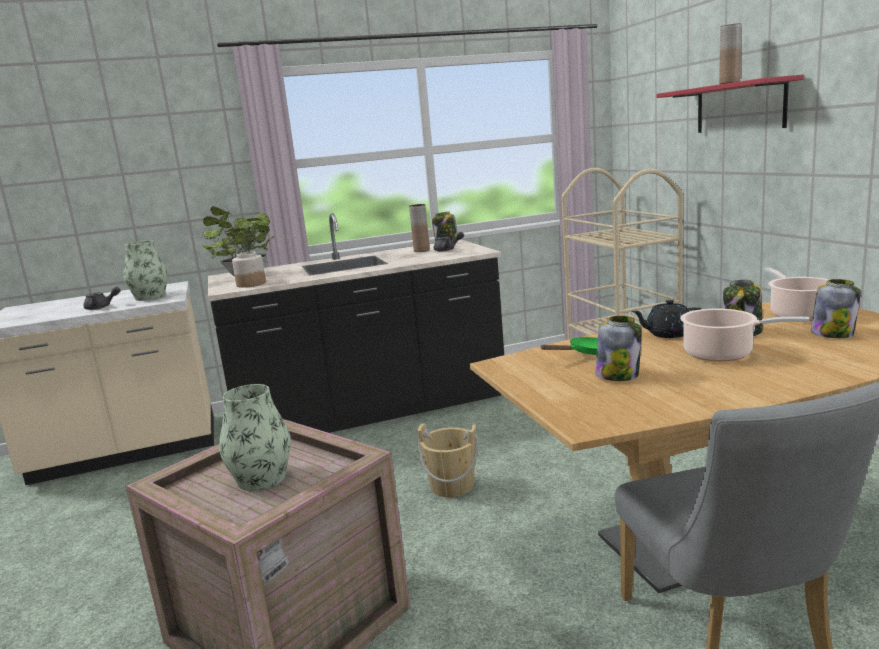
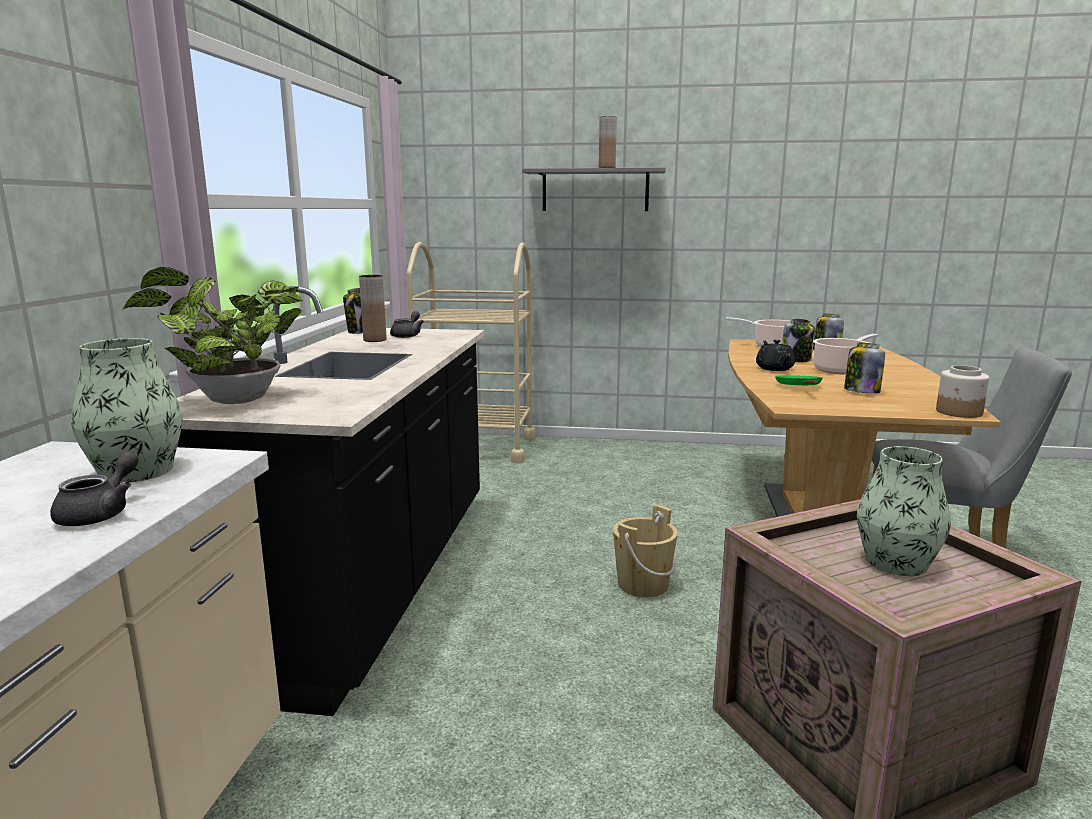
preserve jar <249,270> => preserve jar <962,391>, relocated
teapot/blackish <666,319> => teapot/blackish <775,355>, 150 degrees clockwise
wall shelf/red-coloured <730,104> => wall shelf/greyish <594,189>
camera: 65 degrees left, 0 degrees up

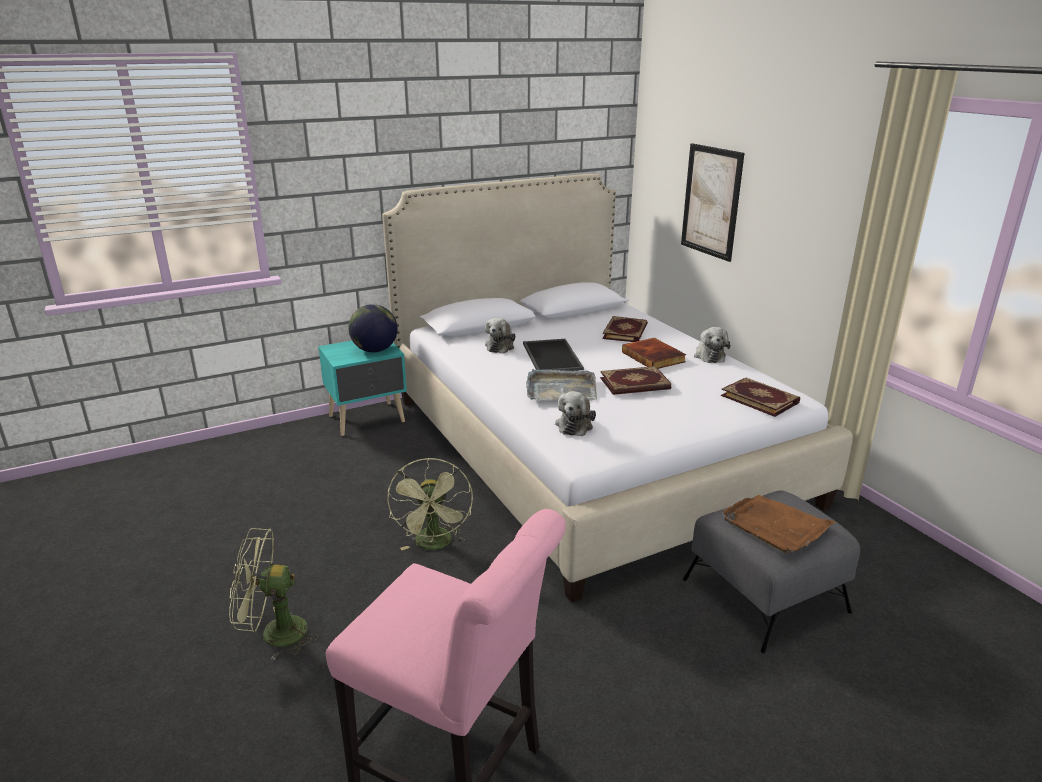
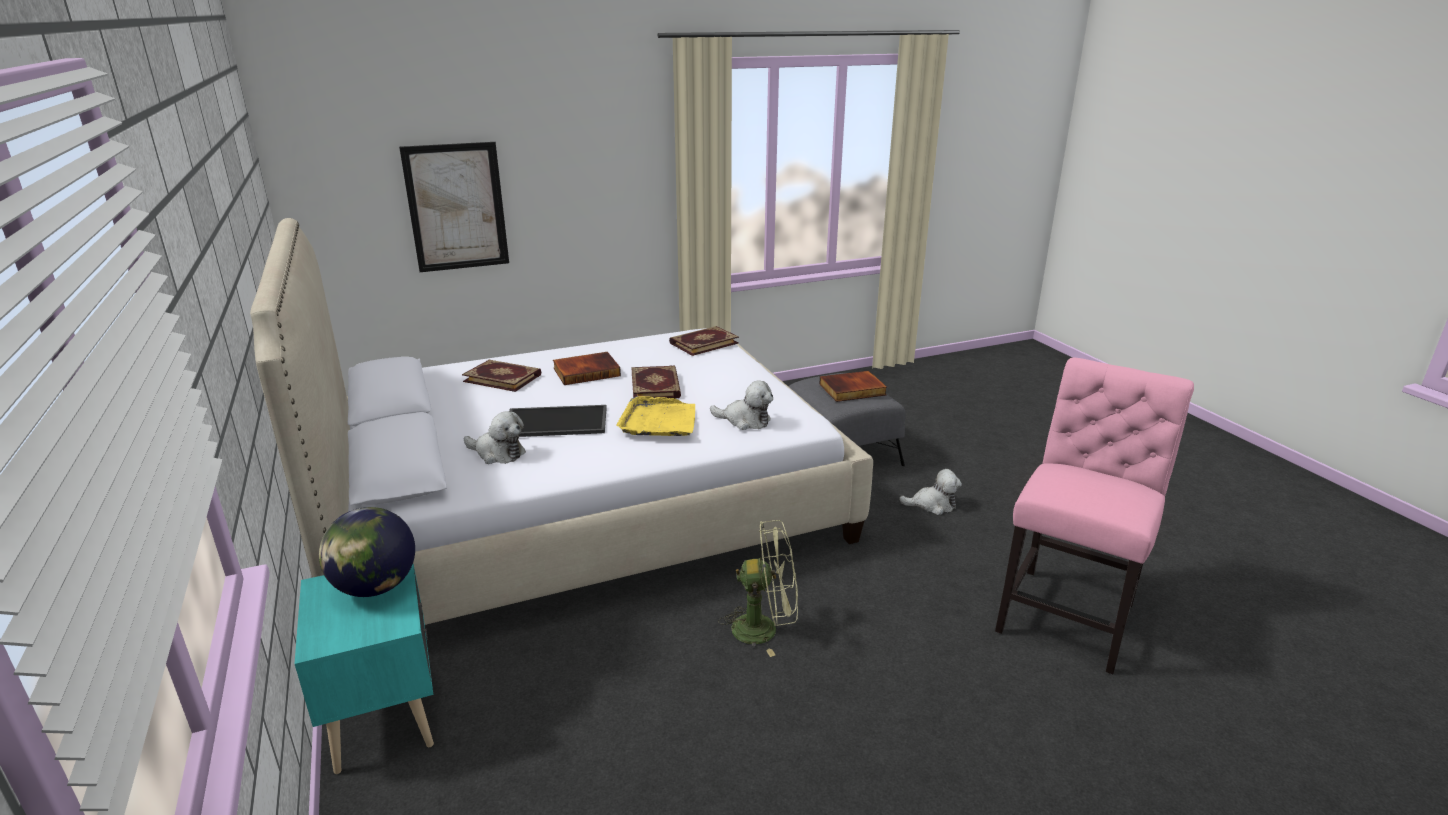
electric fan/green <274,594> => nothing
carrying tray/greyish <561,385> => carrying tray/yellow-coloured <655,416>
soft toy <712,345> => soft toy <930,492>, relocated
carrying tray/brown <778,524> => bound book <853,386>
camera: 85 degrees left, 0 degrees up

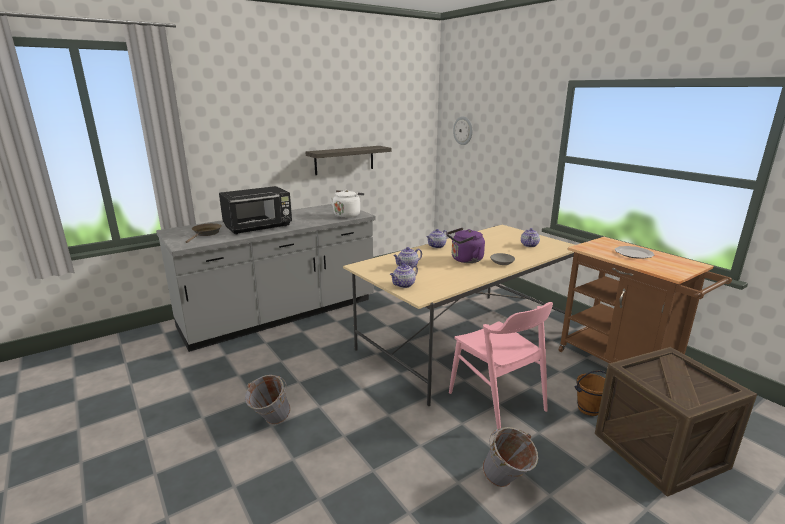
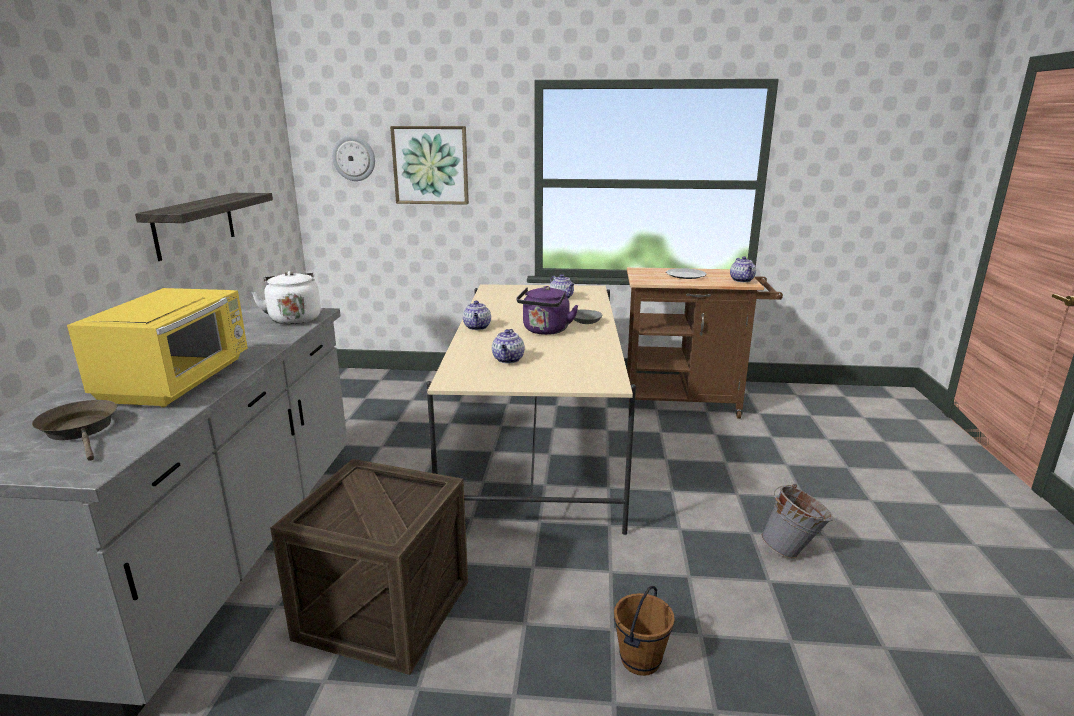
kitchen microwave/blackish <255,210> => kitchen microwave/yellow-coloured <157,347>
water bucket/greyish <268,399> => nothing
teapot <404,276> => teapot <743,269>, relocated
chair/pink <501,366> => nothing
water bucket/brown <590,393> => water bucket/brown <644,631>, relocated
shipping crate <676,422> => shipping crate <369,567>, relocated
nothing => wall picture <429,165>
camera: 50 degrees left, 0 degrees up

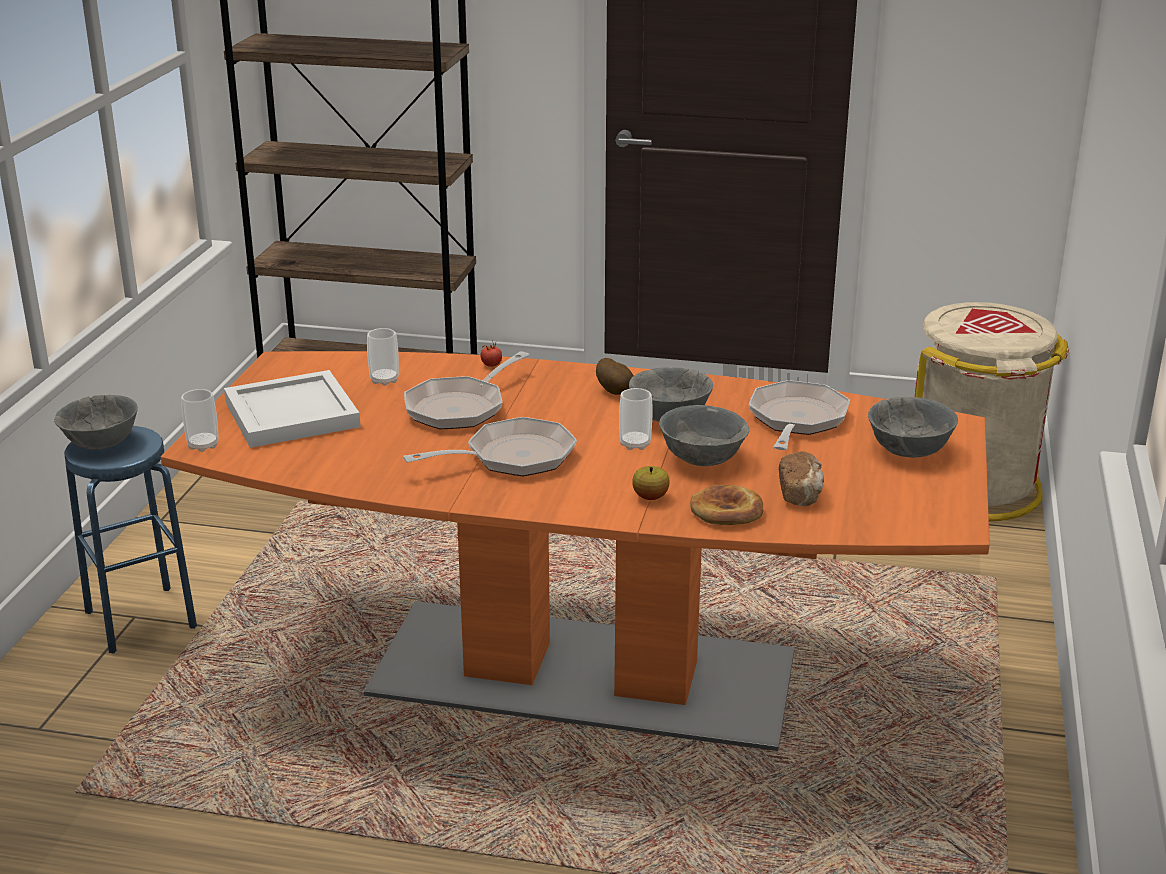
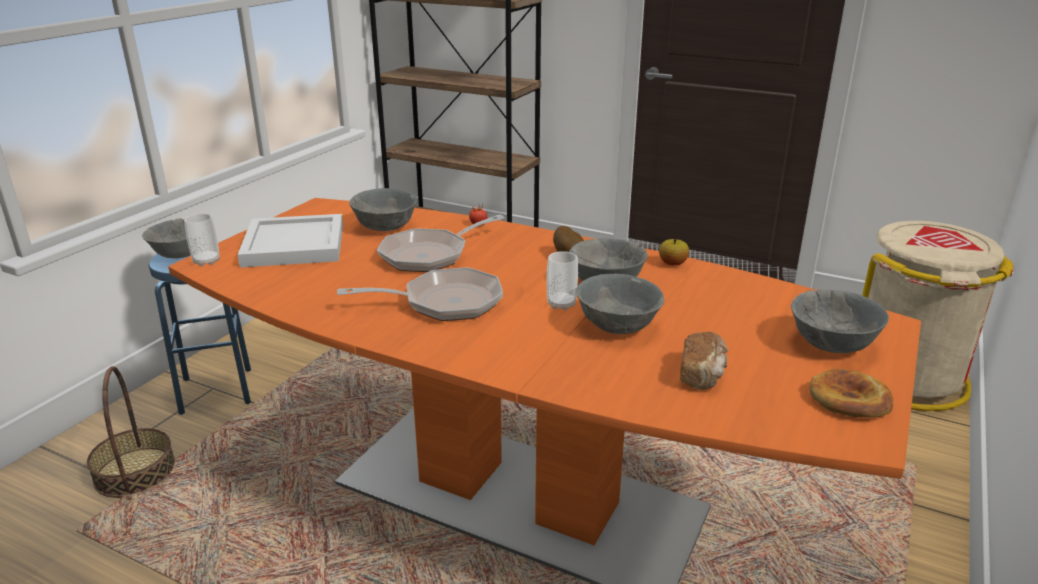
drinking cup <383,357> => bowl/greyish <383,209>
apple fruit <651,483> => apple fruit <674,252>, relocated
bakery bread <727,505> => bakery bread <852,393>, relocated
frying pan <799,415> => nothing
nothing => basket <131,432>
camera: 15 degrees right, 0 degrees up

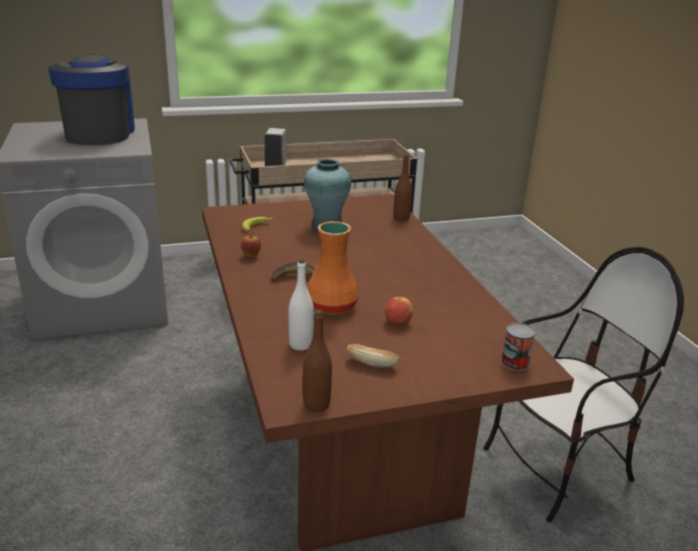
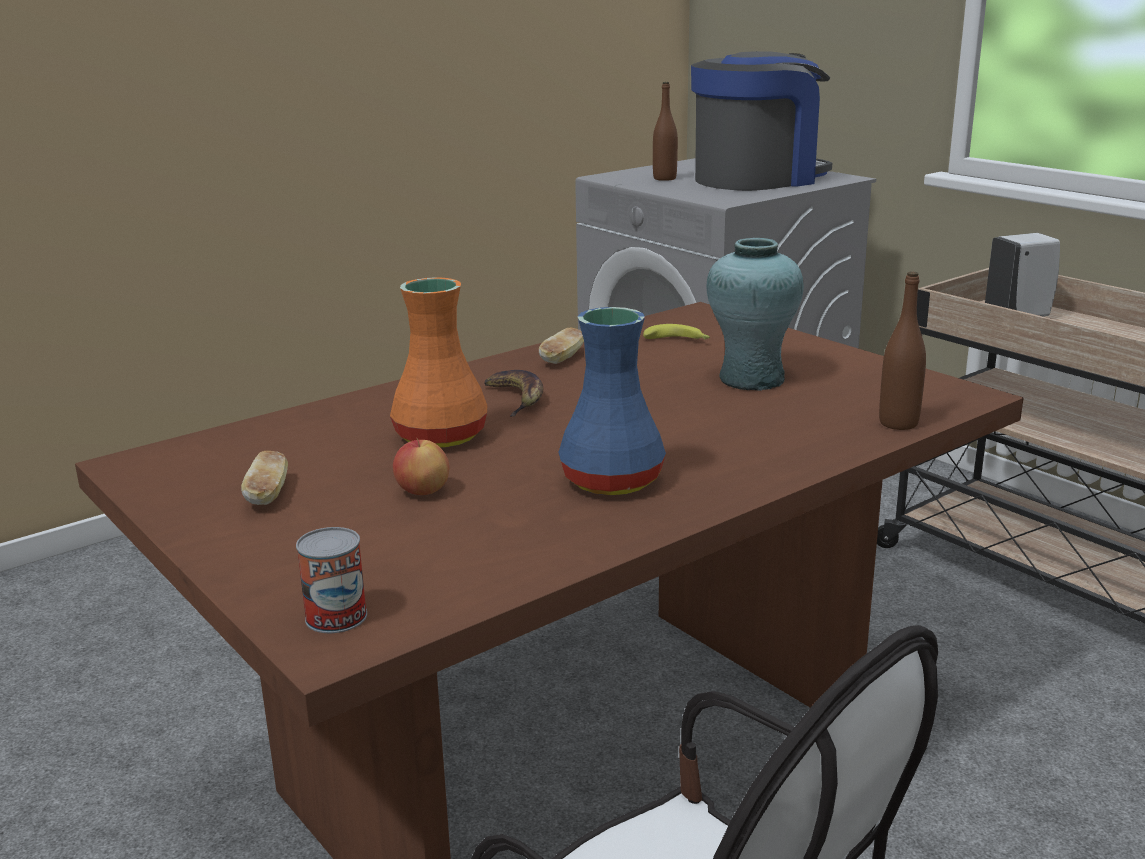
apple fruit <251,245> => bakery bread <561,346>
bottle/white <301,305> => nothing
bottle/brown <317,361> => bottle/brown <665,131>, relocated
nothing => vase/blue-coloured <612,401>
camera: 70 degrees right, 5 degrees down

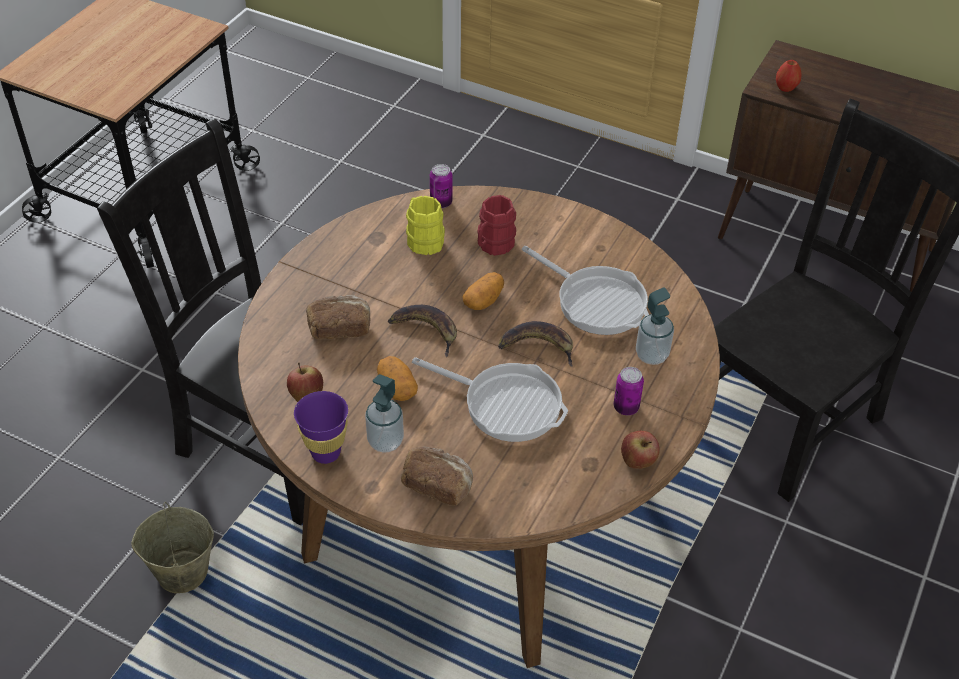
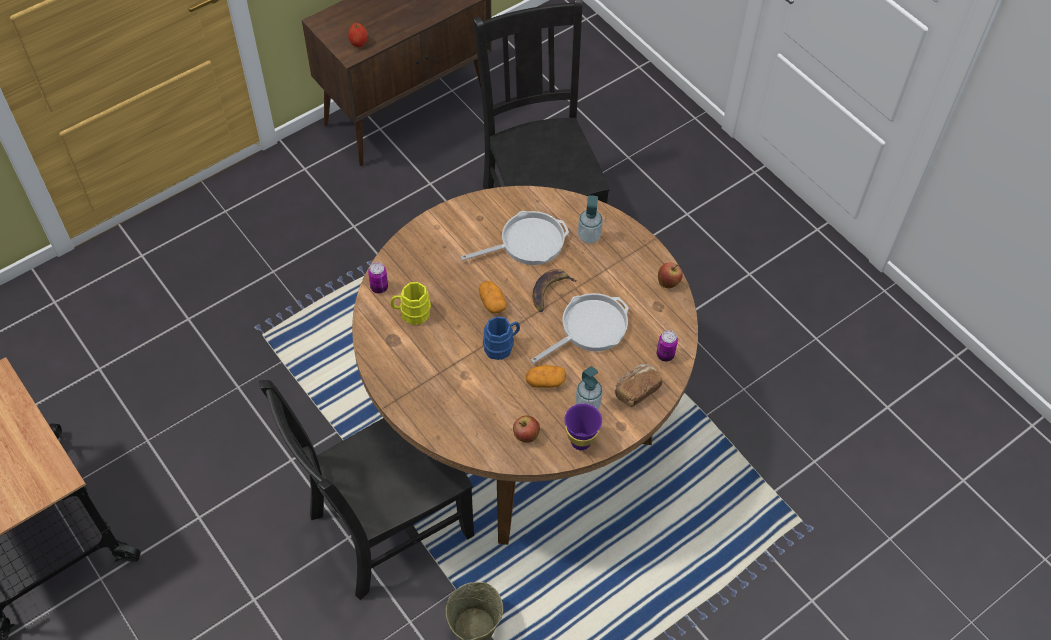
bakery bread <338,317> => nothing
whole banana <422,331> => mug/blue-coloured <501,338>
mug/red-coloured <496,225> => nothing
sealed can <629,391> => sealed can <667,346>, relocated
camera: 65 degrees left, 10 degrees up

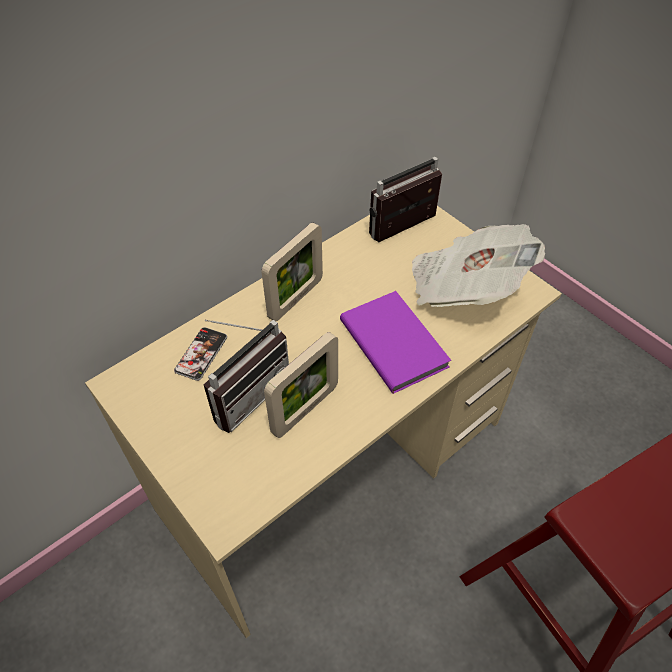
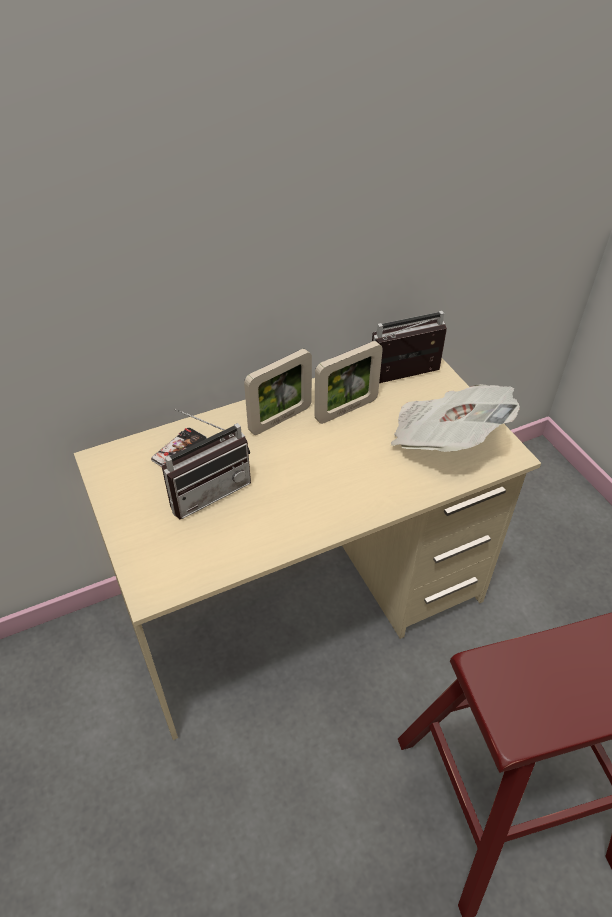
picture frame <301,385> => picture frame <348,382>, relocated
bound book/purple <395,342> => nothing
camera: 15 degrees right, 5 degrees down

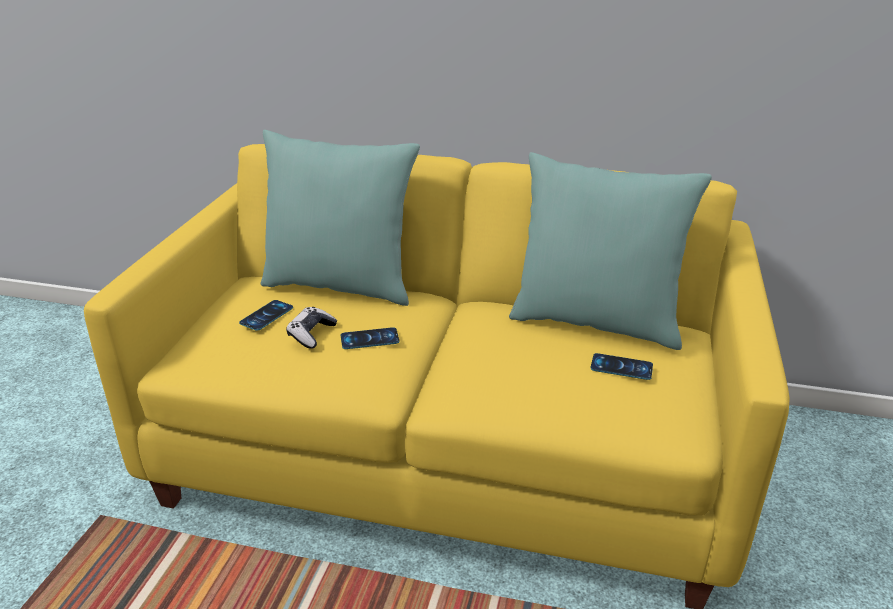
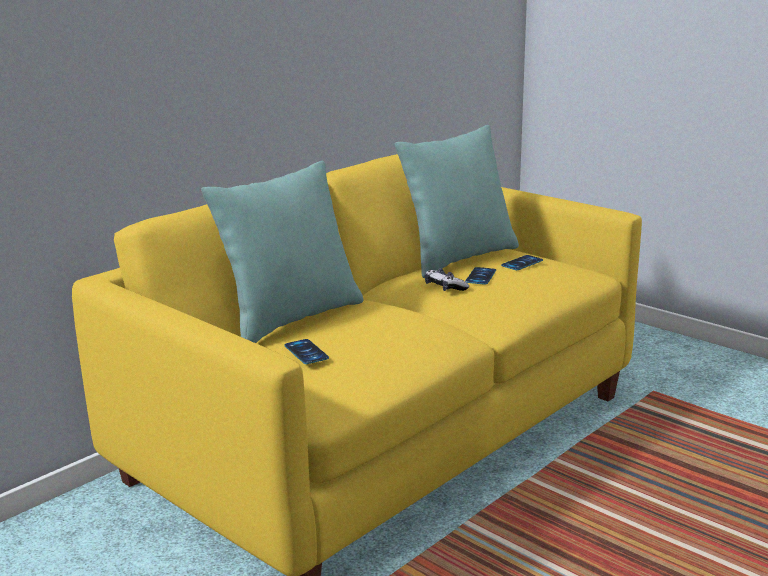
joypad <312,328> => joypad <447,280>, relocated
phone <370,338> => phone <480,276>, relocated
camera: 60 degrees left, 10 degrees down

